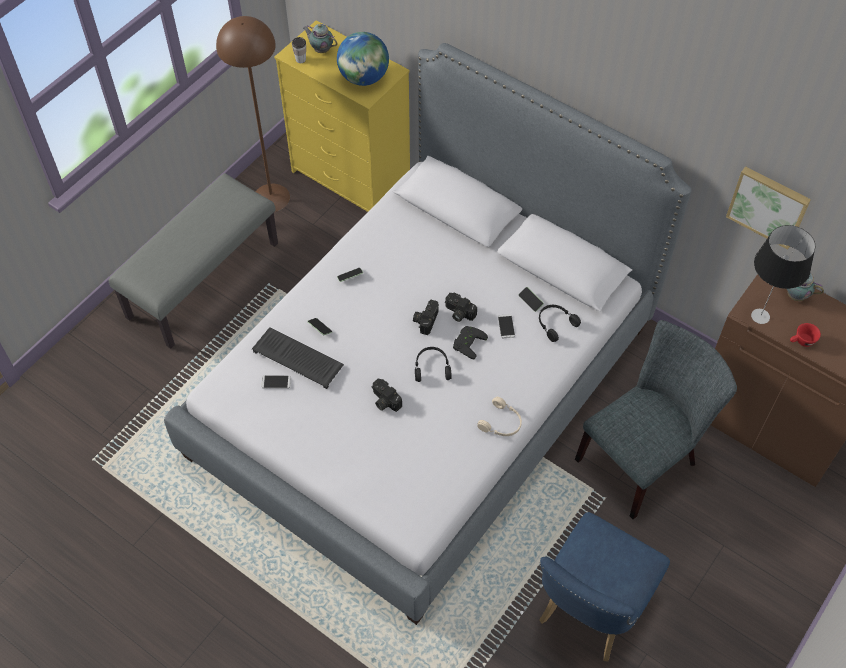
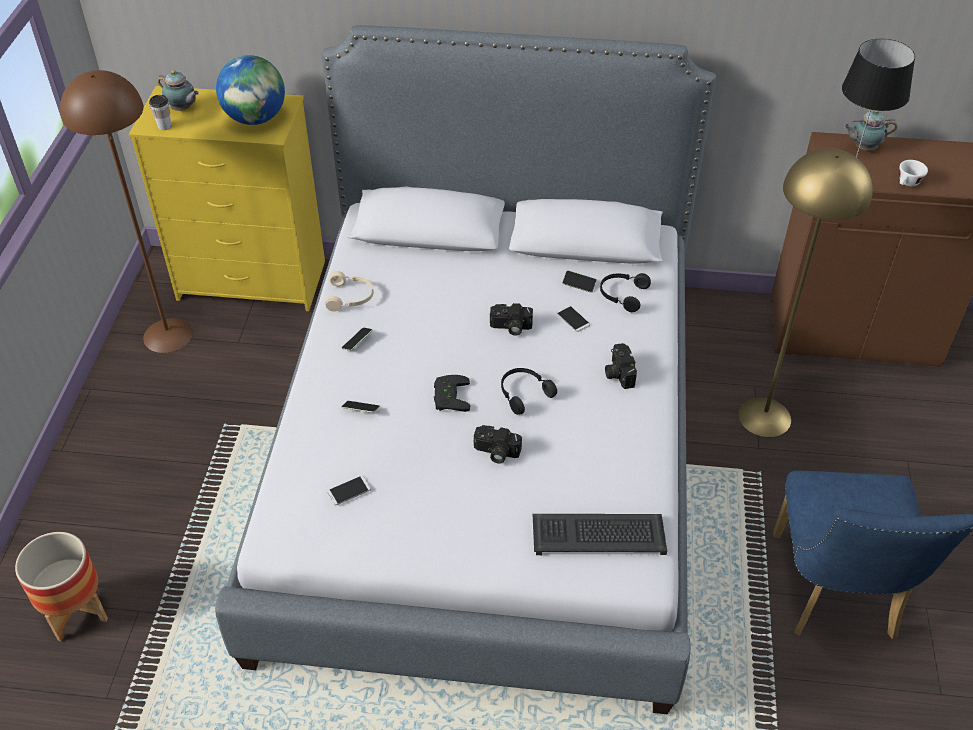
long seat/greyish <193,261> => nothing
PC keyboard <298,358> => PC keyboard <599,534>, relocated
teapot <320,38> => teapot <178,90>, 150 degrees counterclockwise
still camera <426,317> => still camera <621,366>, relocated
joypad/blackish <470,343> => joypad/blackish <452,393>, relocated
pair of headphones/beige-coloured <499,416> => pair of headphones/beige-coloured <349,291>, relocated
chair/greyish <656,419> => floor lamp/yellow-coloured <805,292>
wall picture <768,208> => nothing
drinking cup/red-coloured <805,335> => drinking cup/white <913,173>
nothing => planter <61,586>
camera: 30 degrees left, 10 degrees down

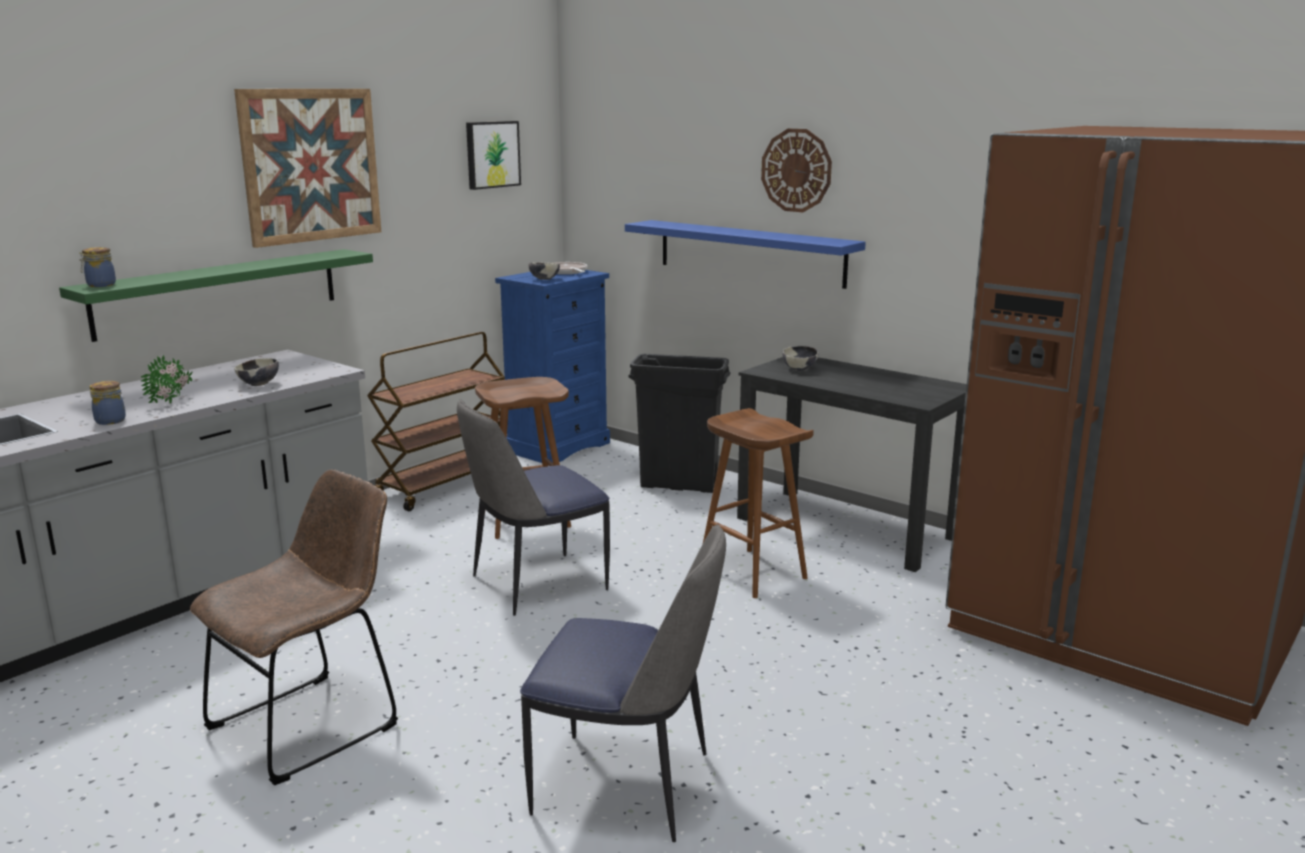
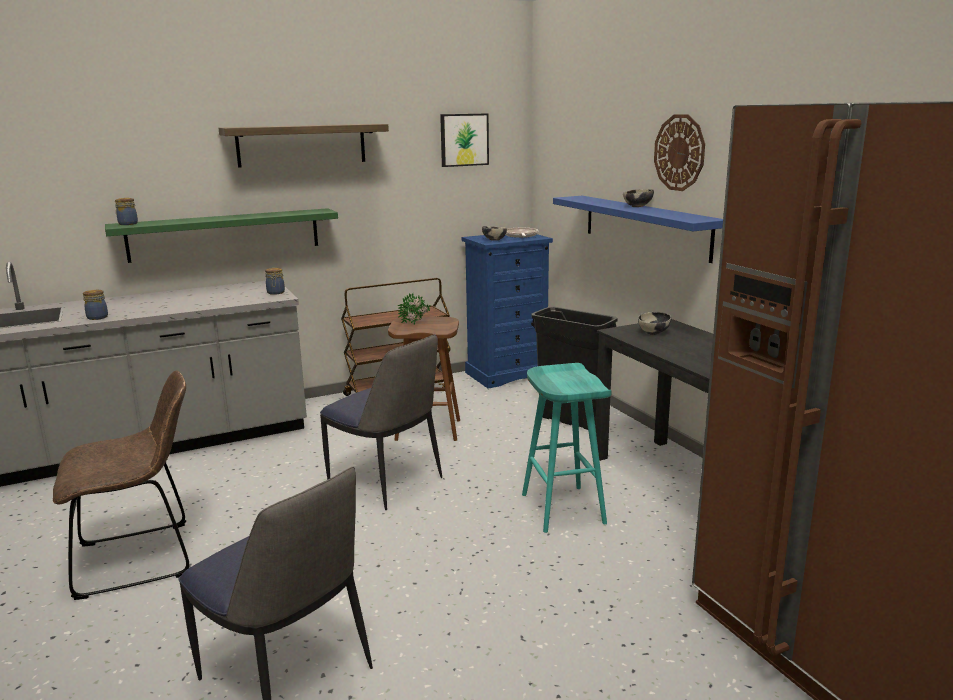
plant in a pot <166,379> => plant in a pot <414,308>, relocated
wall picture <307,168> => wall shelf <303,146>
bowl <256,372> => bowl <638,198>, relocated
chair <533,507> => chair <381,422>, 135 degrees counterclockwise
sitting stool/brown <758,503> => sitting stool/turquoise <567,448>
nothing => preserve jar <275,281>
camera: 25 degrees right, 0 degrees up

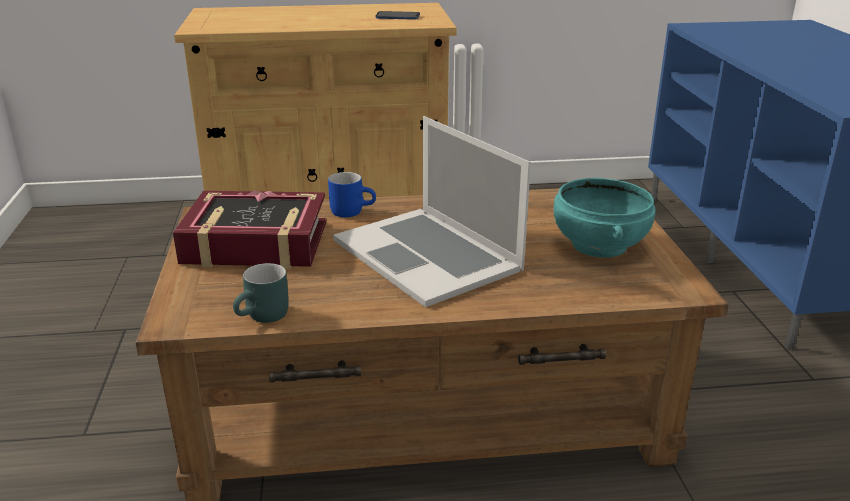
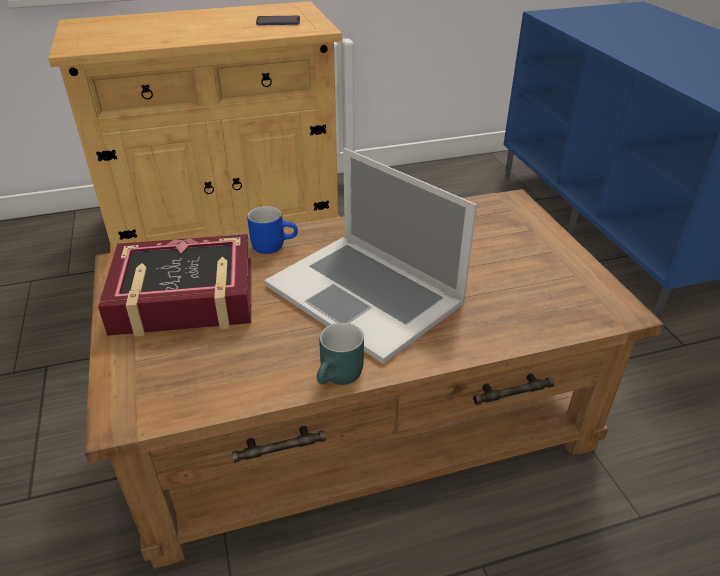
mug/turquoise <261,293> => mug/turquoise <340,354>, relocated
bowl/turquoise <604,218> => nothing
camera: 10 degrees left, 10 degrees up

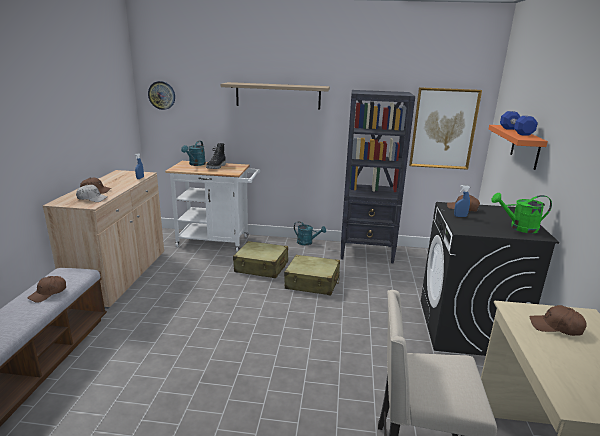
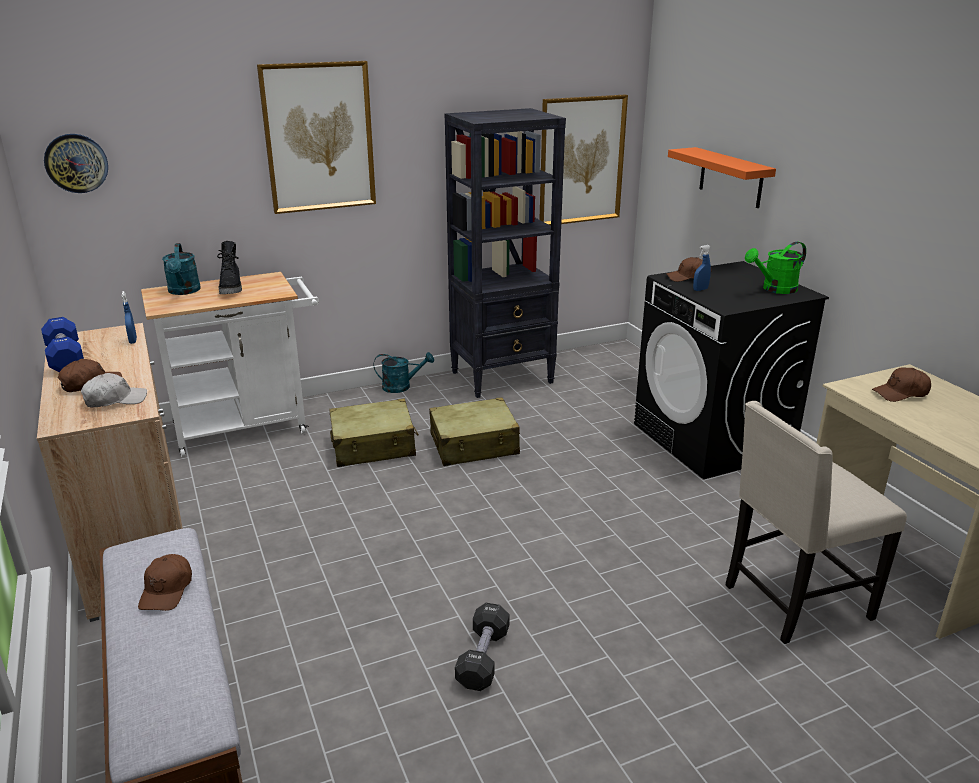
wall shelf <275,96> => wall picture <316,137>
dumbbell/blue-coloured <519,123> => dumbbell/blue-coloured <62,344>, relocated
nothing => dumbbell/blackish <482,647>
camera: 30 degrees left, 5 degrees up

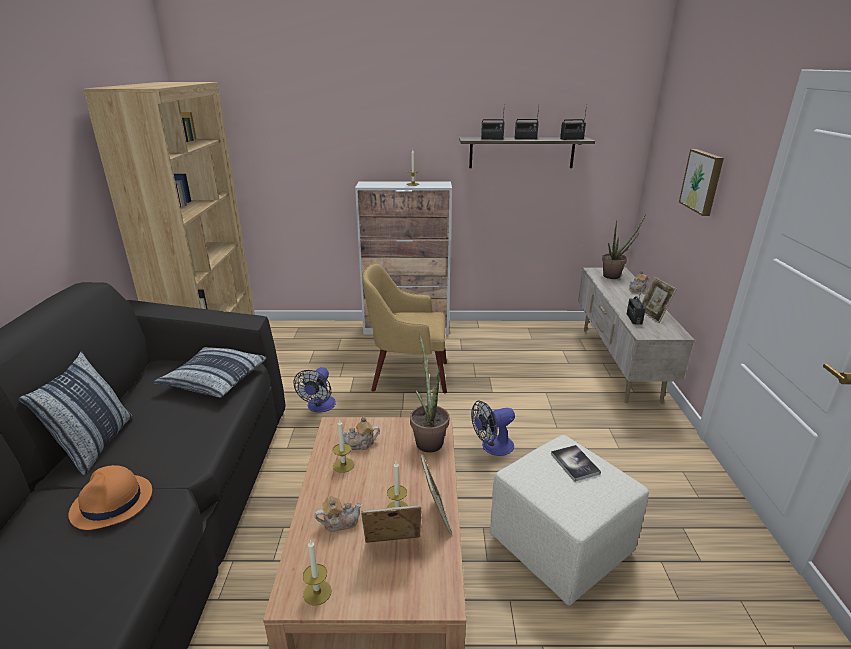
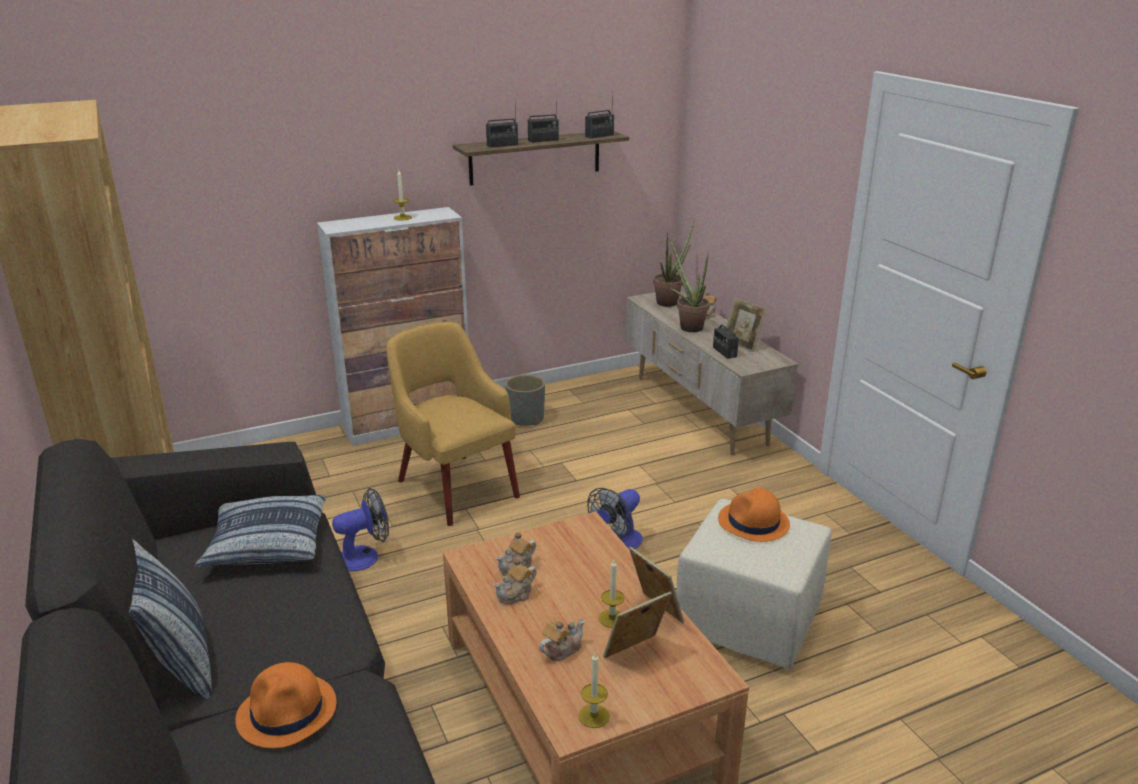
electric fan <315,390> => electric fan <360,529>, 105 degrees counterclockwise
candle <343,446> => teapot <515,581>
armchair/yellow-coloured <404,328> => armchair/yellow-coloured <453,424>, 75 degrees clockwise
plant in a pot <429,393> => plant in a pot <689,285>, relocated
bound book <576,463> => hat/orange-coloured <754,515>
wall picture <701,182> => nothing
nothing => planter/greyish <525,400>
camera: 25 degrees left, 0 degrees up

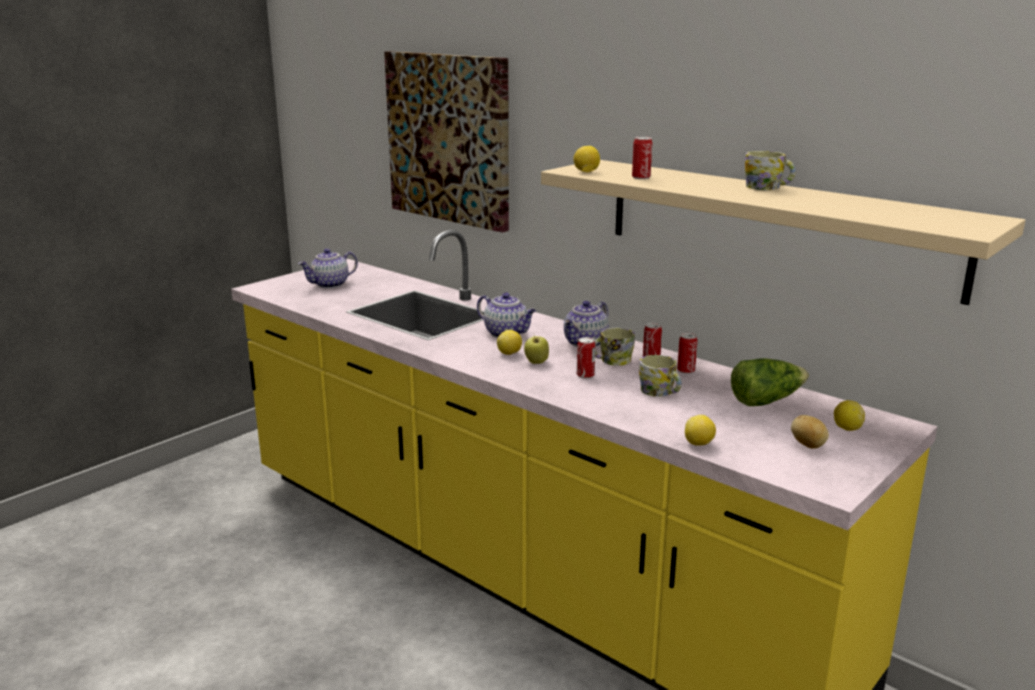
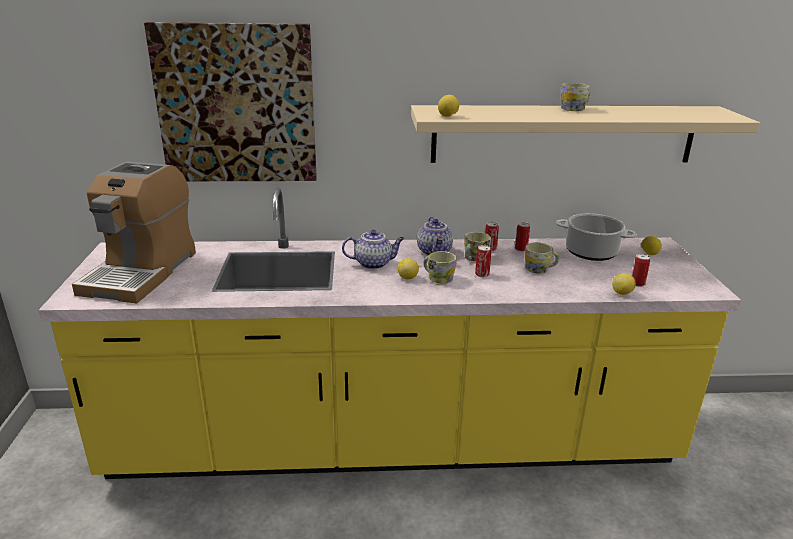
teapot <328,269> => coffee maker <134,232>
apple fruit <536,350> => mug <439,267>
sealed can <642,158> => sealed can <641,270>, relocated
lettuce head <770,382> => saucepot <596,237>
potato <810,432> => nothing
camera: 45 degrees left, 5 degrees up

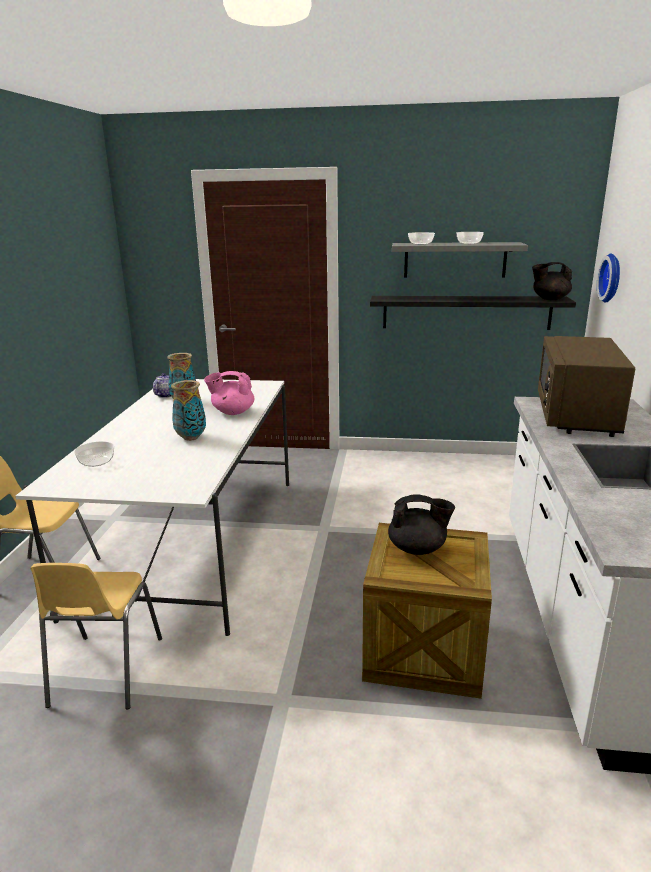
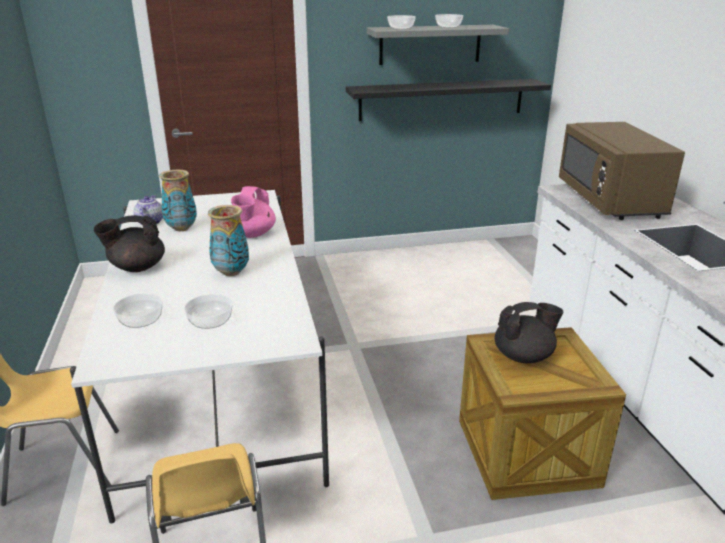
teapot/pink <229,393> => teapot/pink <253,212>, 60 degrees counterclockwise
teapot/blackish <552,281> => teapot/blackish <129,243>, relocated
hanging clock <608,278> => nothing
nothing => bowl <208,311>
camera: 20 degrees left, 5 degrees up

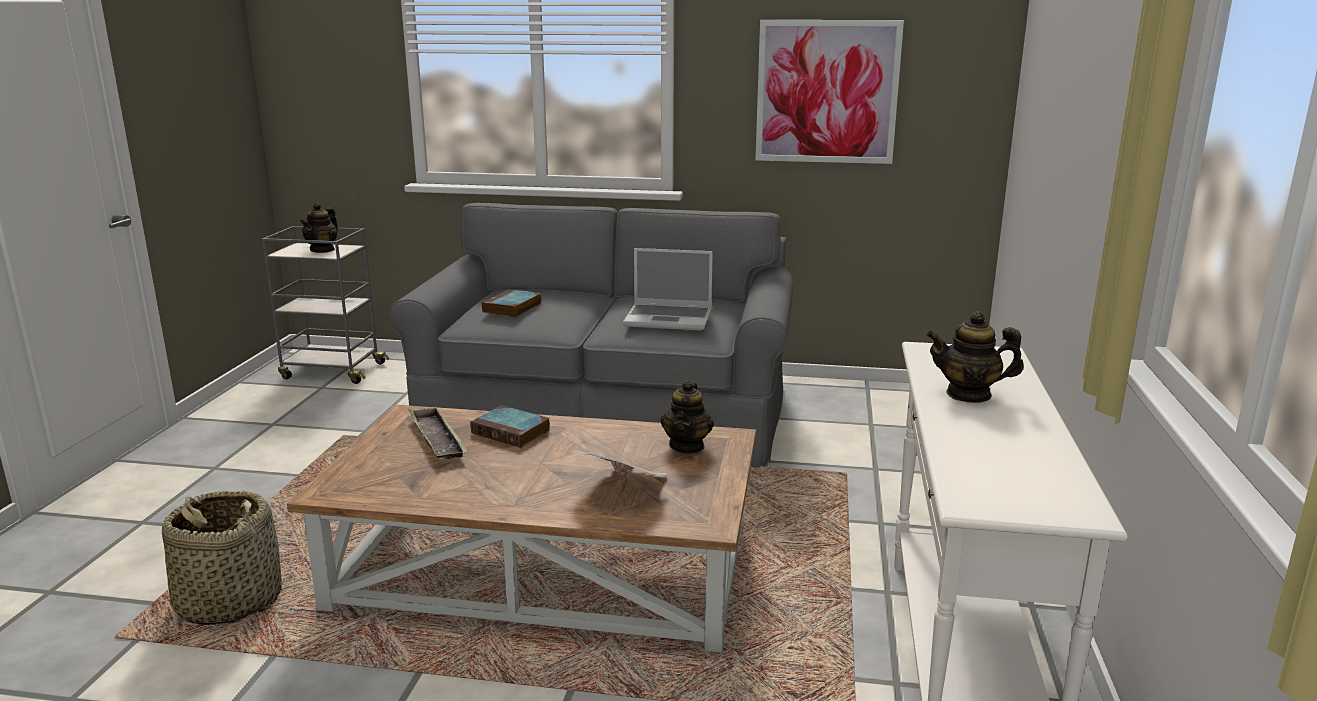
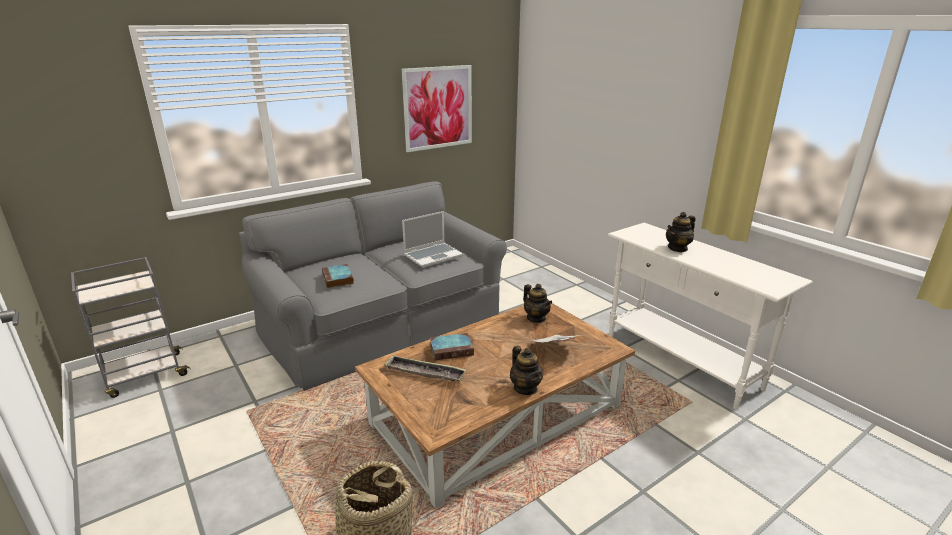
teapot <319,227> => teapot <526,370>, relocated
camera: 45 degrees left, 5 degrees up

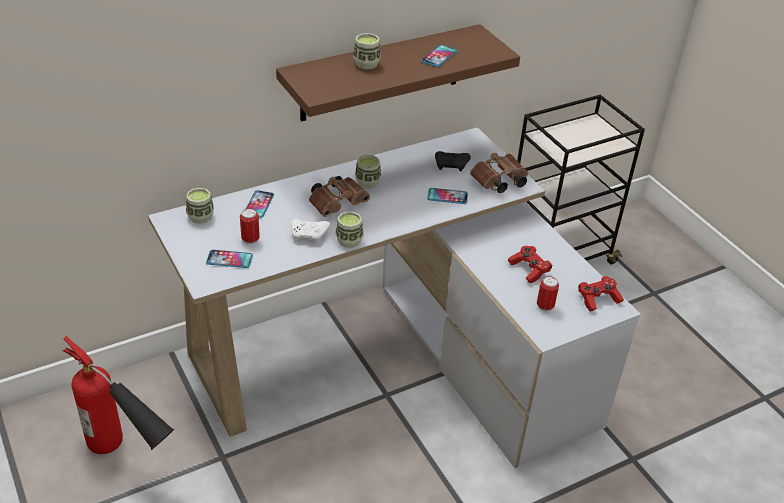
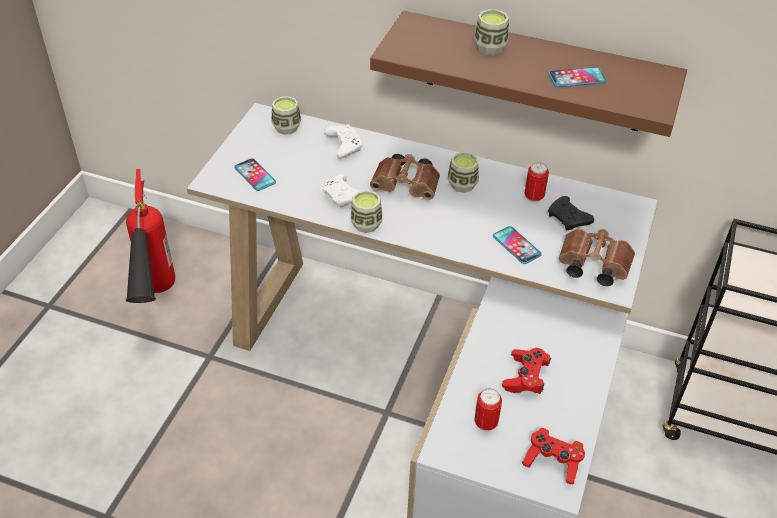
sealed can <250,226> => sealed can <537,182>, relocated
phone <260,204> => joypad/white <343,141>
camera: 50 degrees right, 5 degrees up

